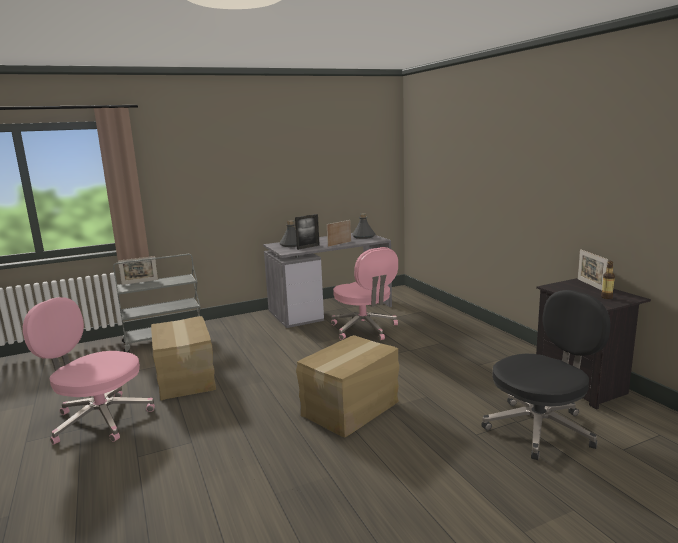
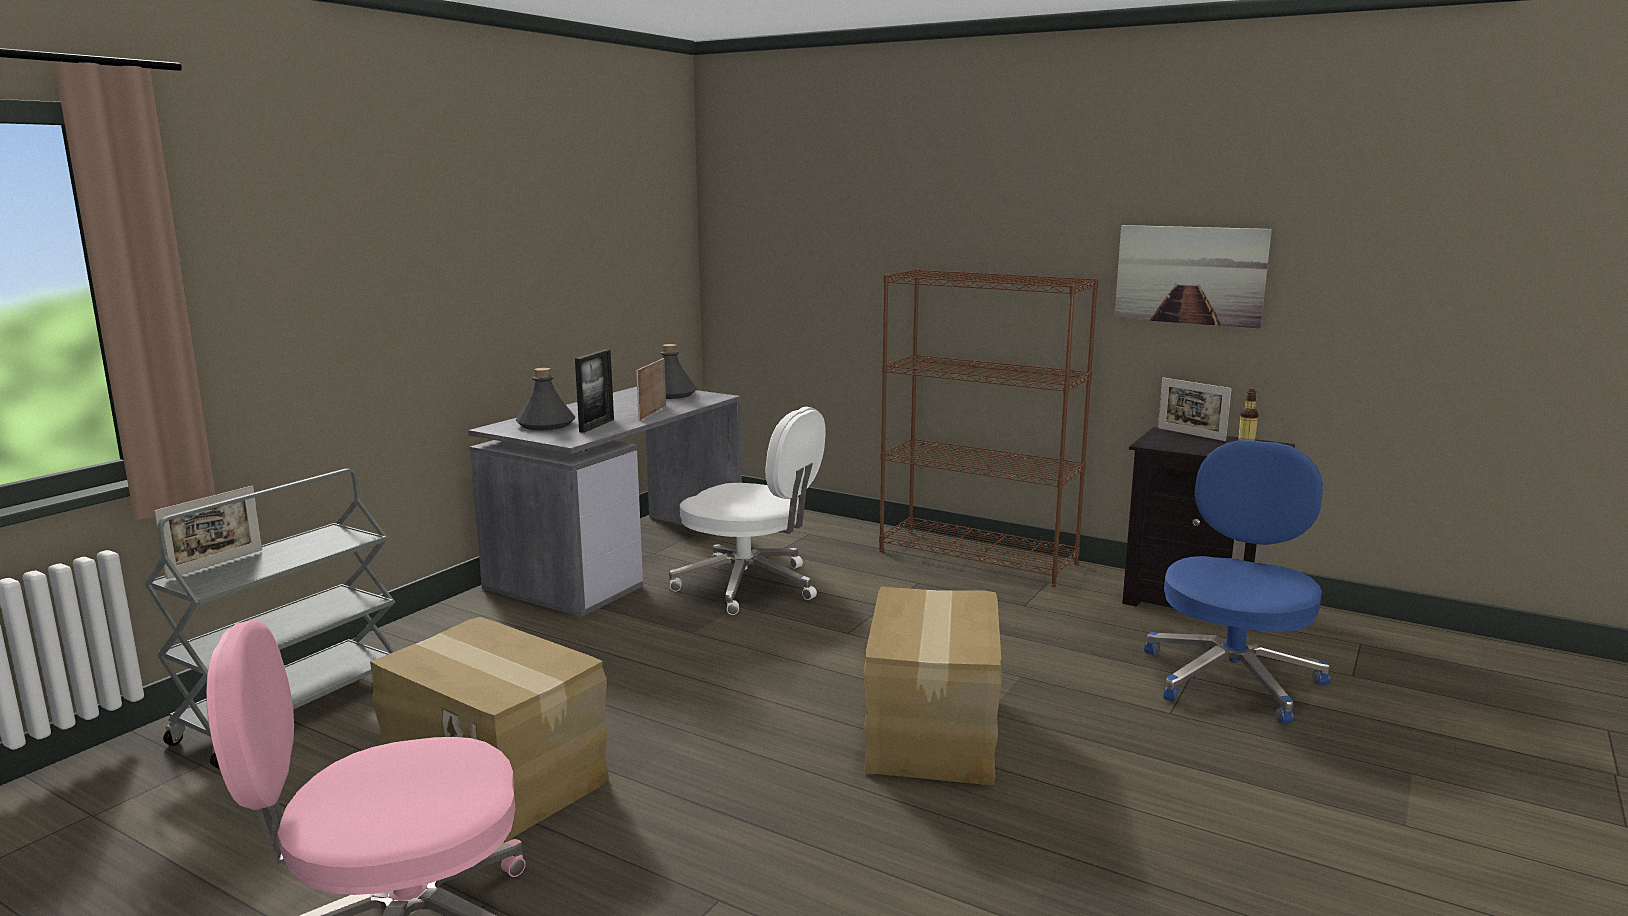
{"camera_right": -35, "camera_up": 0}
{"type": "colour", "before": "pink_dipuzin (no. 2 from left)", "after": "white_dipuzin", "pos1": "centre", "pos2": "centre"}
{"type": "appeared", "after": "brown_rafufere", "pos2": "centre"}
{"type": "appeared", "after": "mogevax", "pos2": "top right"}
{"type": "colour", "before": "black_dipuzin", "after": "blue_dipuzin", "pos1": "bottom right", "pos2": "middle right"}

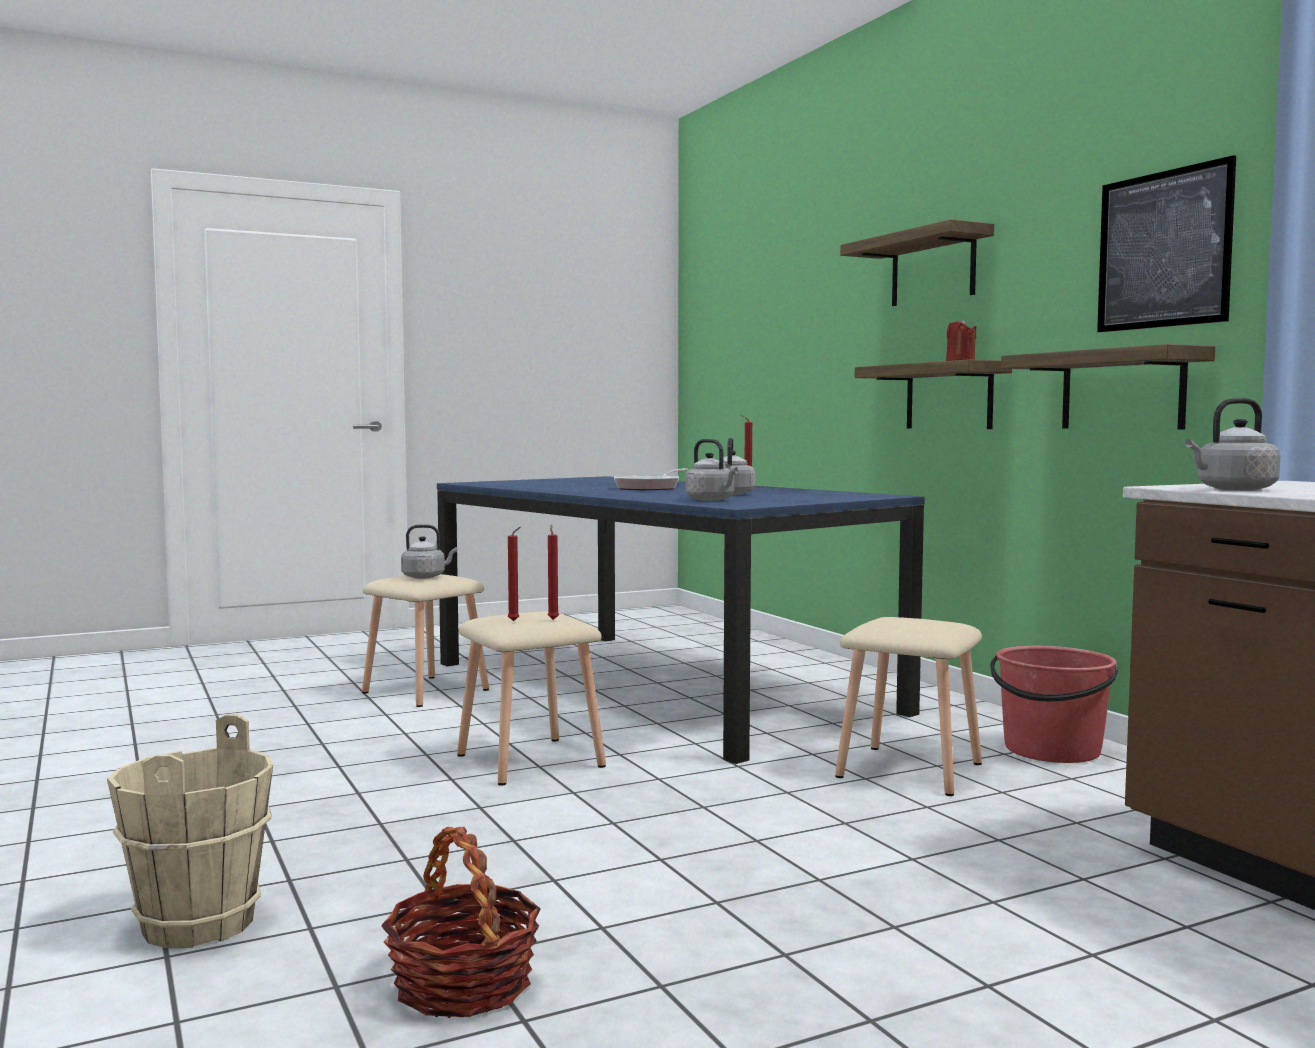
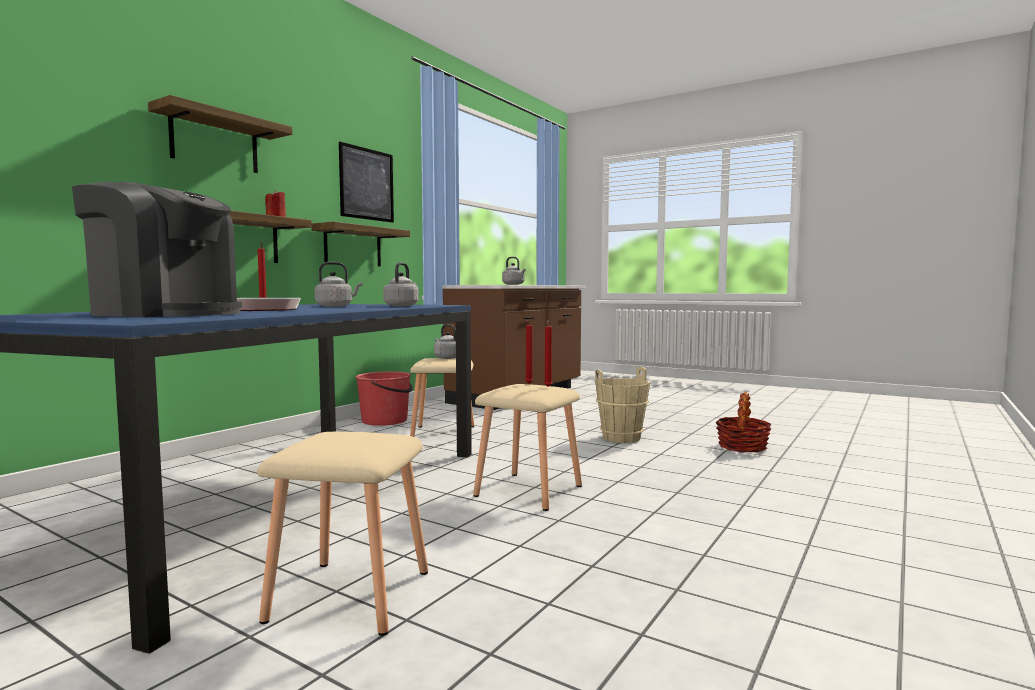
{"camera_right": -120, "camera_up": 0}
{"type": "appeared", "after": "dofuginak", "pos2": "middle left"}
{"type": "relocated", "before": "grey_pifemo (no. 1 from left in the first image)", "after": "grey_pifemo (no. 3 from left)", "pos1": "middle left", "pos2": "centre"}
{"type": "relocated", "before": "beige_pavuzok", "pos1": "bottom left", "pos2": "centre"}

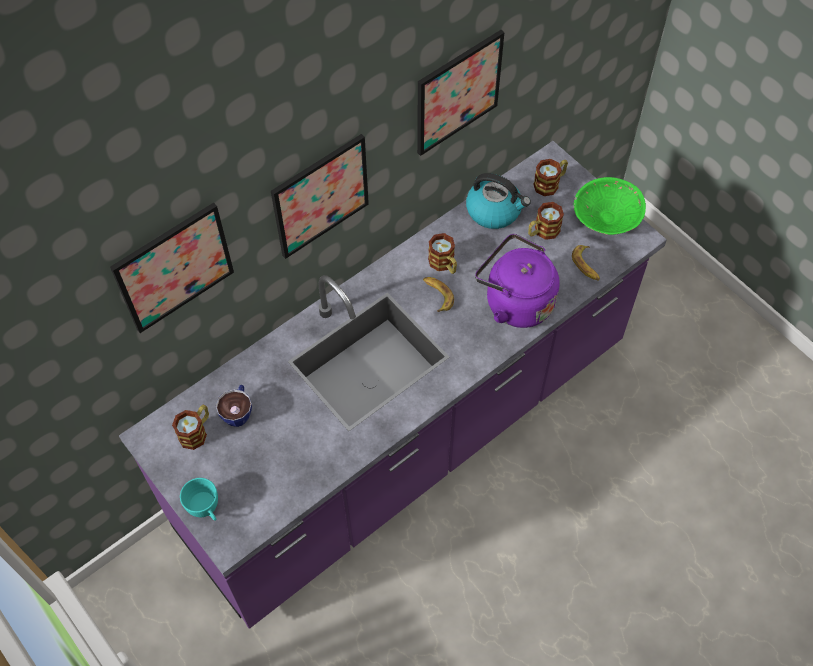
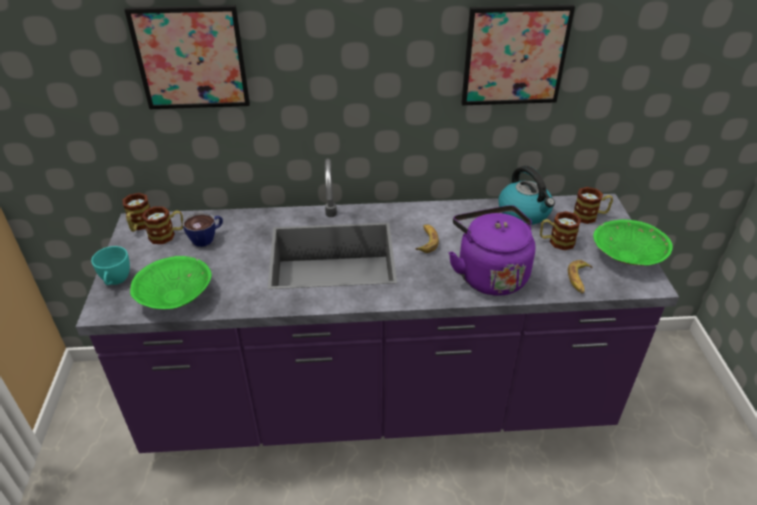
{"camera_right": 35, "camera_up": -20}
{"type": "relocated", "before": "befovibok (no. 2 from left in the first image)", "after": "befovibok (no. 1 from left)", "pos1": "centre", "pos2": "middle left"}
{"type": "appeared", "after": "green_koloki (no. 1 from left)", "pos2": "middle left"}
{"type": "missing", "before": "mogevax (no. 2 from left)", "pos1": "top centre"}

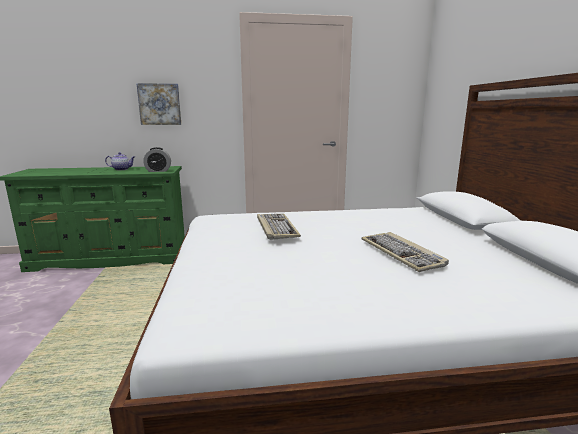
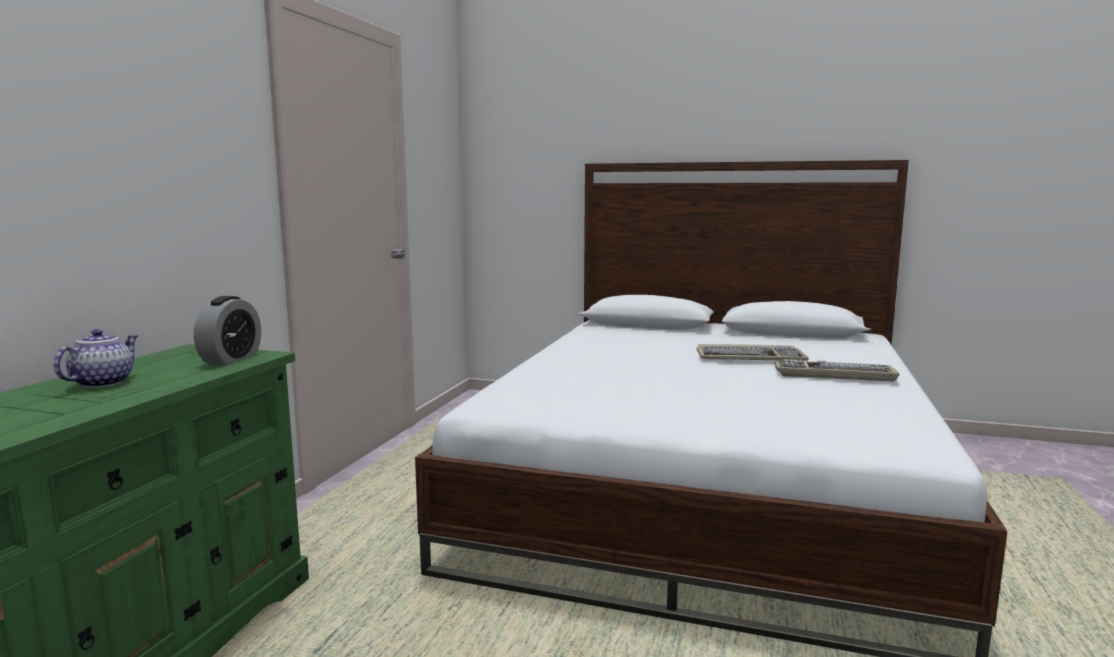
{"camera_right": -65, "camera_up": -5}
{"type": "relocated", "before": "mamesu (no. 1 from left in the first image)", "after": "mamesu (no. 2 from left)", "pos1": "centre", "pos2": "middle right"}
{"type": "missing", "before": "mogevax", "pos1": "top left"}

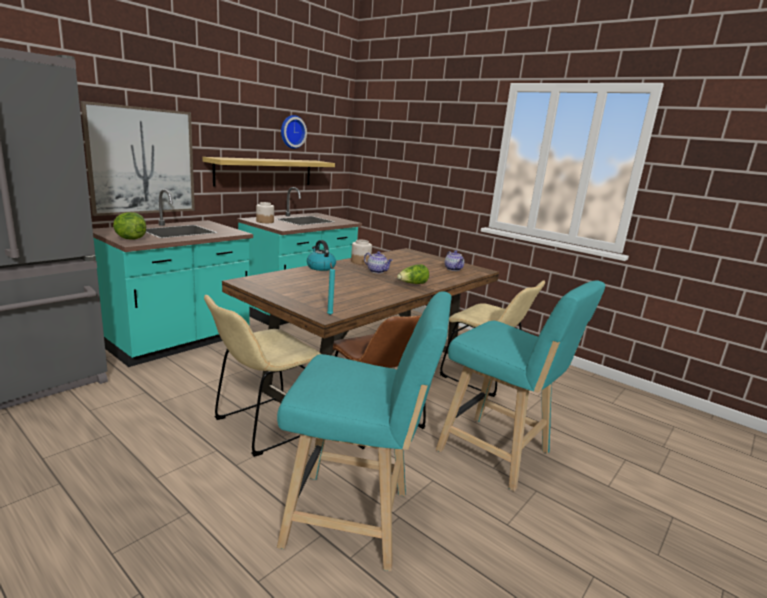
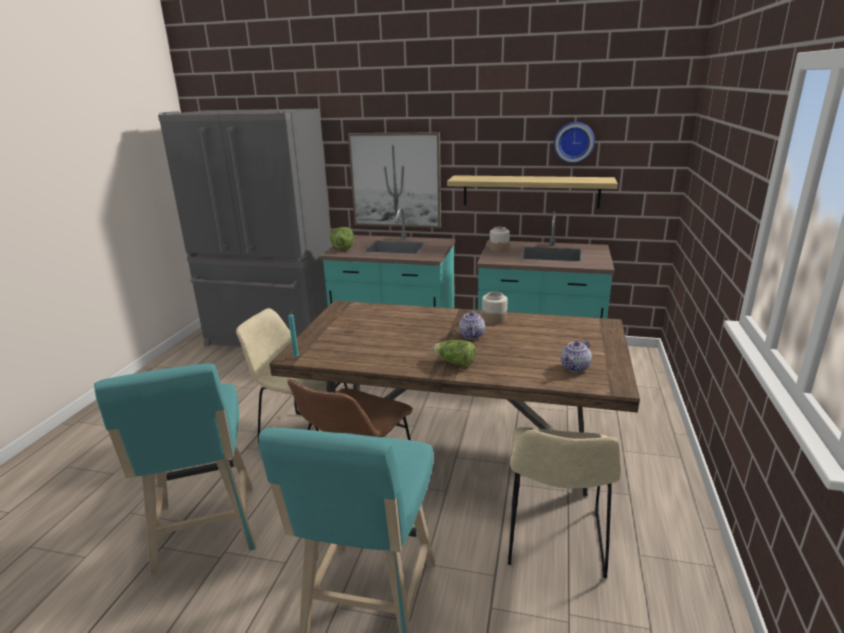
{"camera_right": 65, "camera_up": 5}
{"type": "missing", "before": "pifemo", "pos1": "centre"}

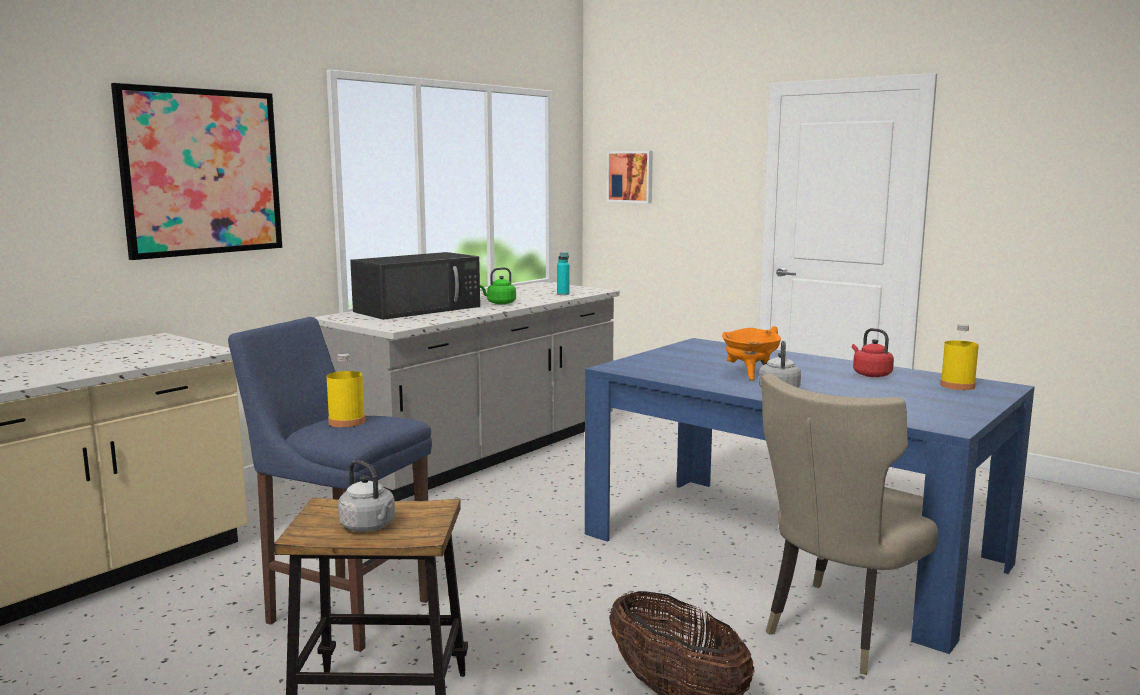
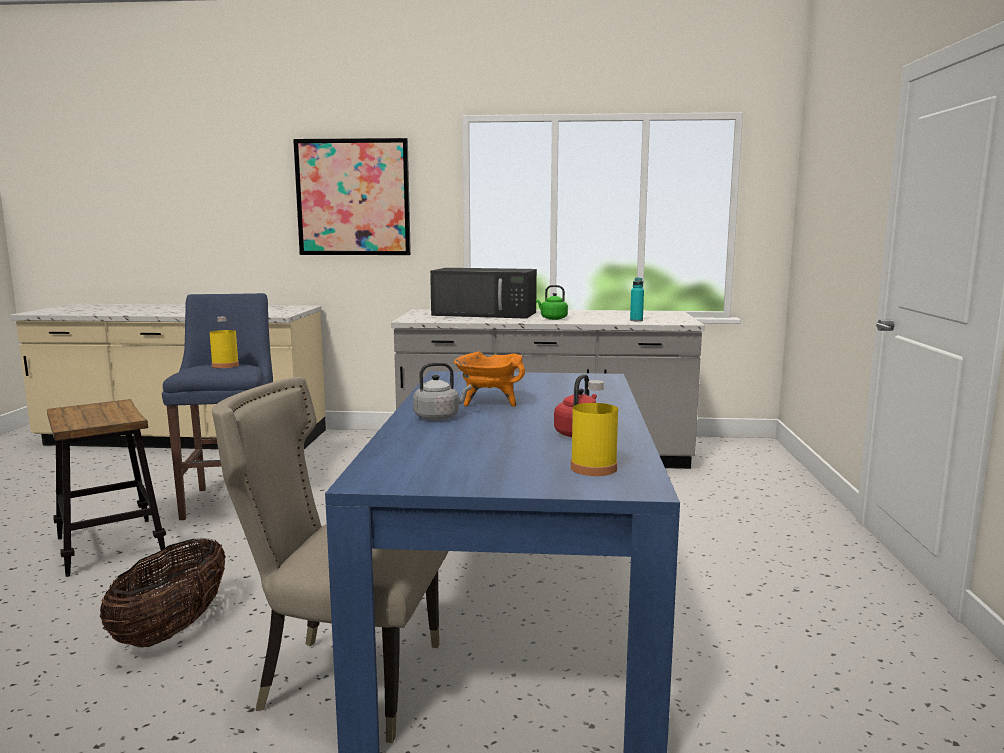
{"camera_right": 55, "camera_up": 0}
{"type": "missing", "before": "grey_pifemo (no. 1 from left)", "pos1": "bottom left"}
{"type": "missing", "before": "mogevax (no. 2 from left)", "pos1": "top centre"}

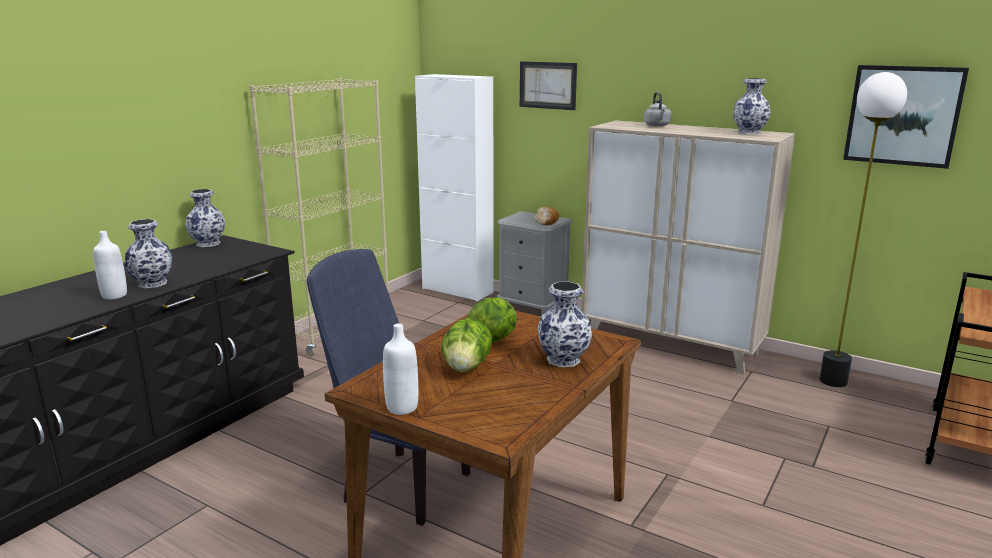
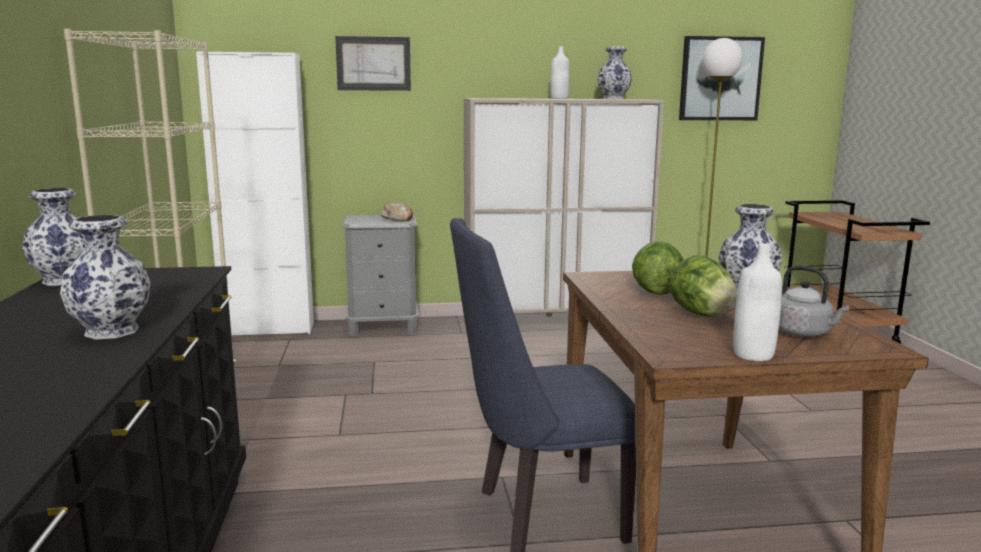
{"camera_right": -40, "camera_up": -5}
{"type": "relocated", "before": "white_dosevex (no. 1 from left)", "pos1": "middle left", "pos2": "top centre"}
{"type": "relocated", "before": "grey_pifemo", "pos1": "top centre", "pos2": "middle right"}

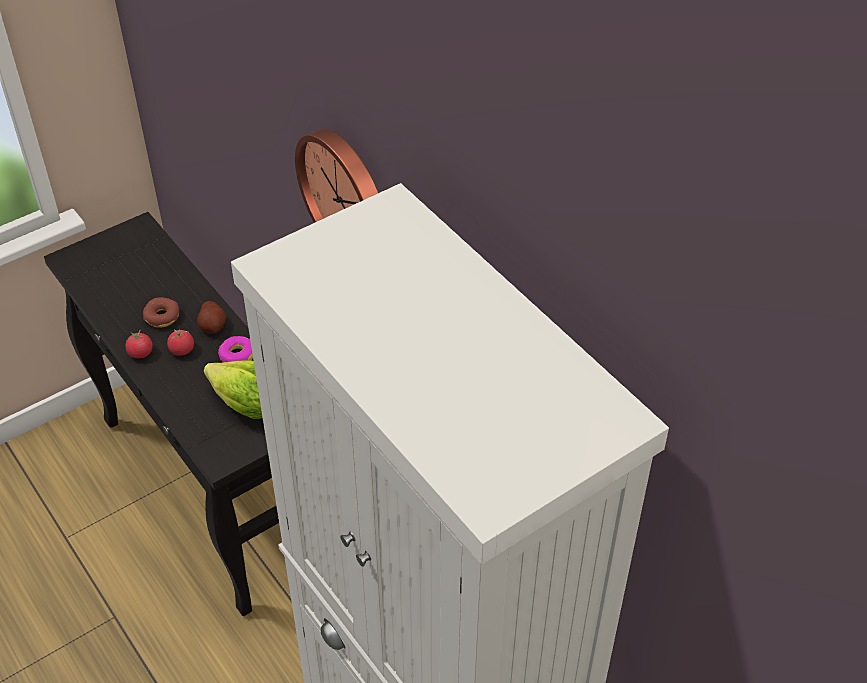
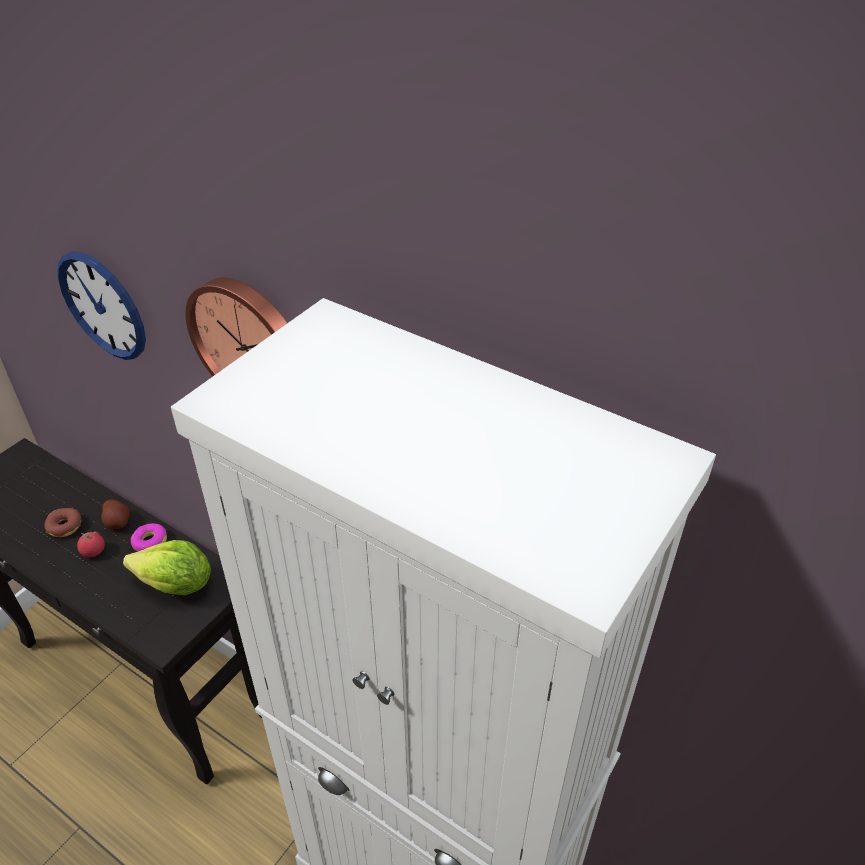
{"camera_right": -20, "camera_up": -5}
{"type": "appeared", "after": "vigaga (no. 1 from left)", "pos2": "middle left"}
{"type": "missing", "before": "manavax (no. 1 from left)", "pos1": "middle left"}

